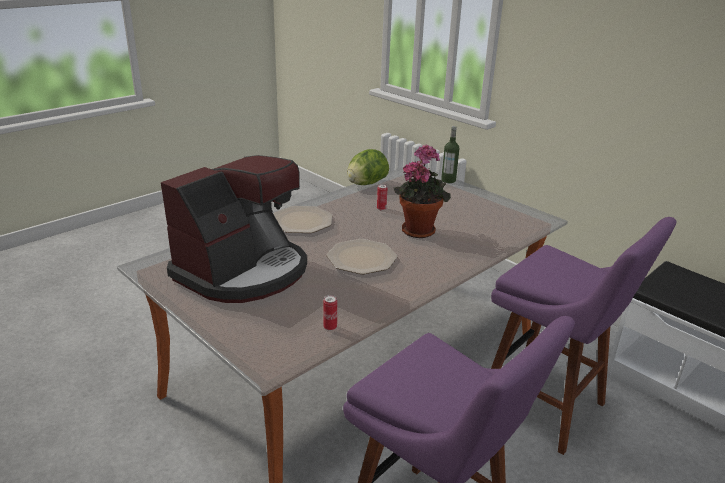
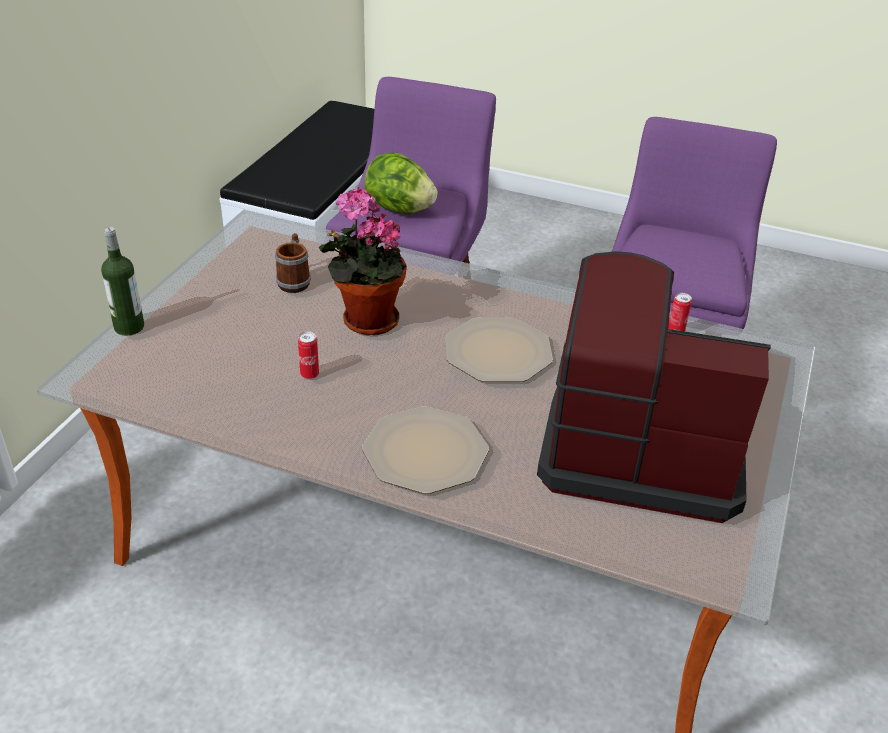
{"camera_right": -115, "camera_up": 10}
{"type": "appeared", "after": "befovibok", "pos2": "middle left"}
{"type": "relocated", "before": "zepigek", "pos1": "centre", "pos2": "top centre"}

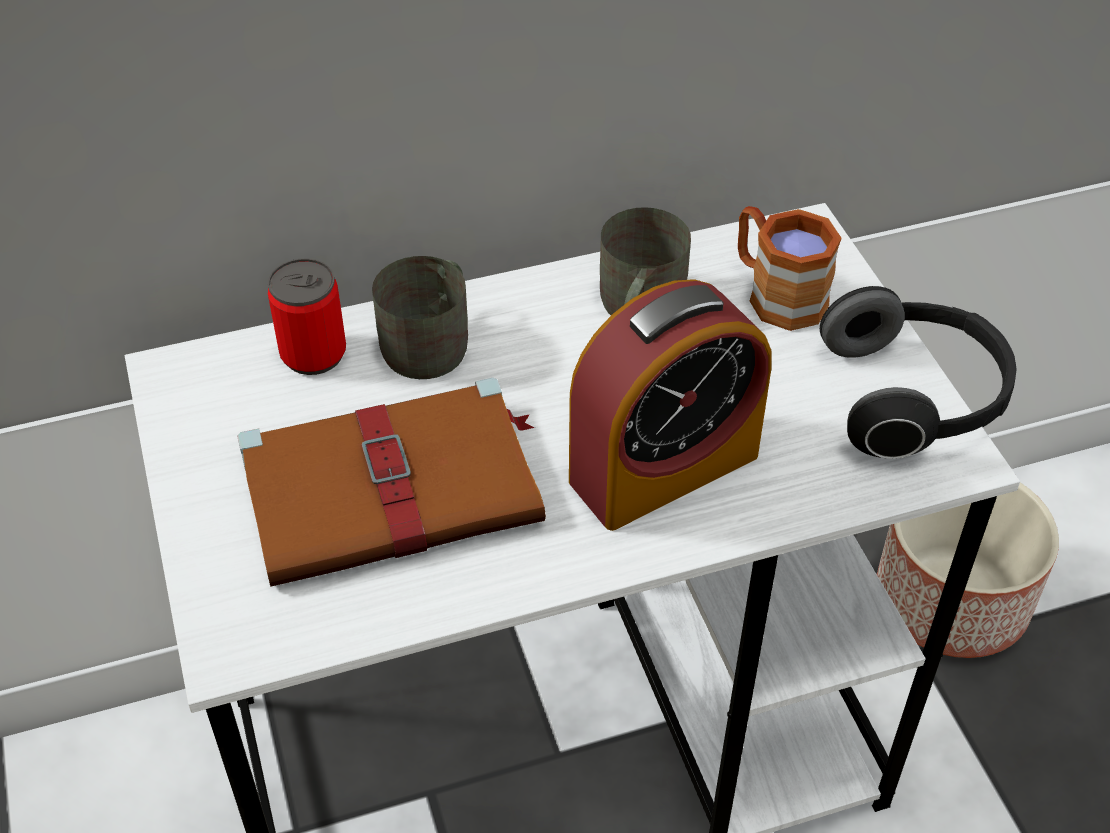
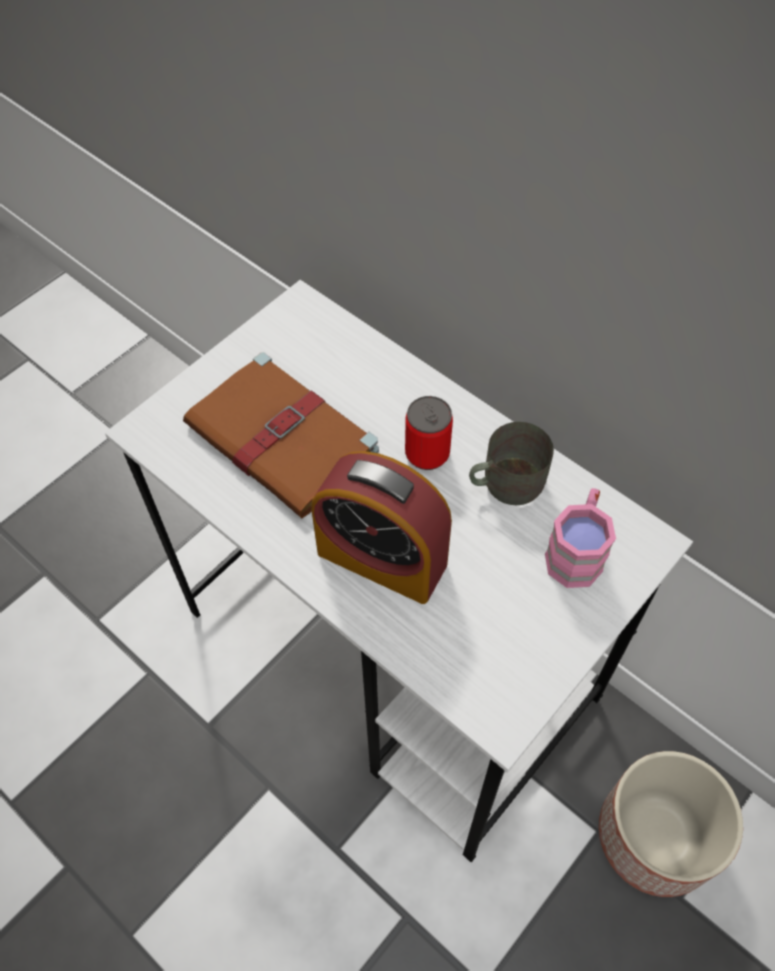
{"camera_right": 60, "camera_up": 10}
{"type": "relocated", "before": "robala", "pos1": "middle left", "pos2": "centre"}
{"type": "colour", "before": "brown_befovibok", "after": "pink_befovibok", "pos1": "top right", "pos2": "middle right"}
{"type": "missing", "before": "grey_befovibok (no. 1 from left)", "pos1": "centre"}
{"type": "missing", "before": "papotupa", "pos1": "middle right"}

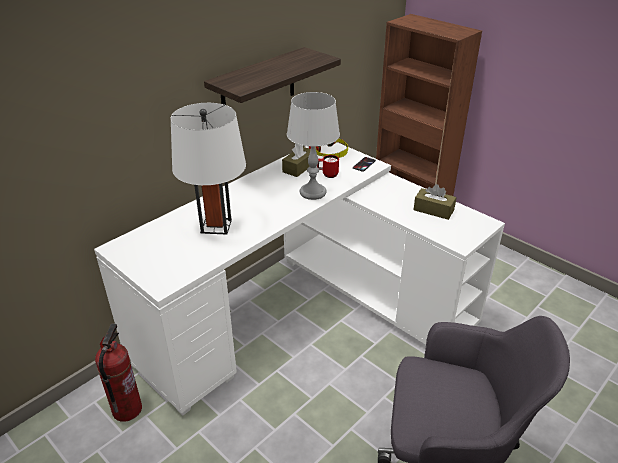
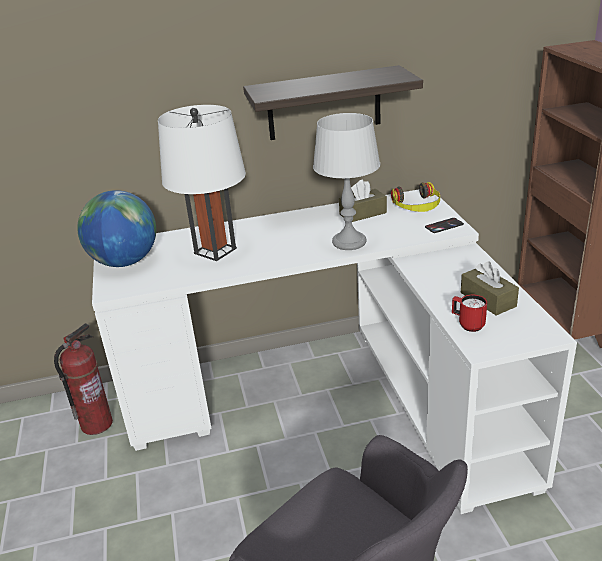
{"camera_right": 35, "camera_up": -5}
{"type": "appeared", "after": "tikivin", "pos2": "middle left"}
{"type": "relocated", "before": "red_befovibok", "pos1": "centre", "pos2": "middle right"}

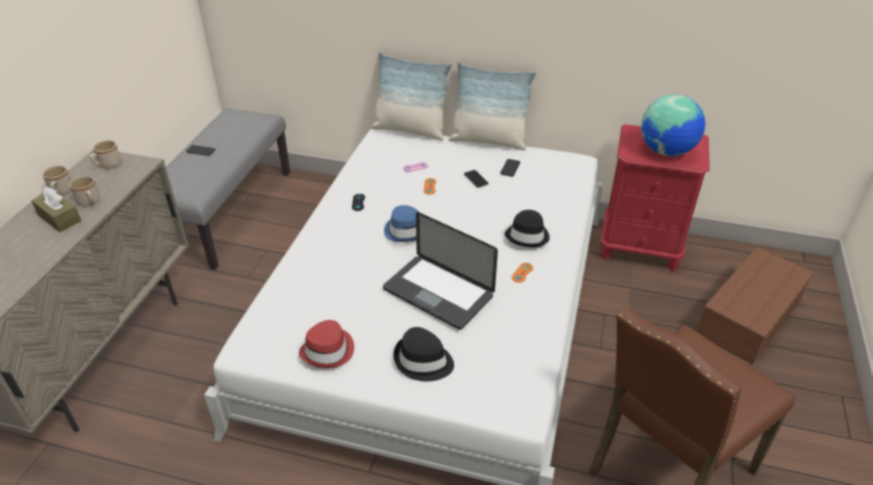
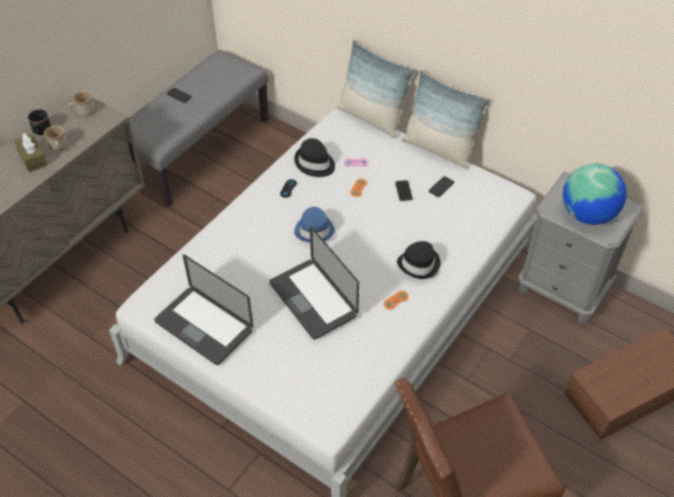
{"camera_right": 20, "camera_up": 10}
{"type": "colour", "before": "beige_befovibok (no. 1 from left)", "after": "black_befovibok", "pos1": "middle left", "pos2": "top left"}
{"type": "exchanged", "before": "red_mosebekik", "after": "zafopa (no. 1 from left)", "pos1": "bottom centre", "pos2": "middle left"}
{"type": "relocated", "before": "black_mosebekik (no. 1 from left)", "pos1": "bottom centre", "pos2": "top centre"}
{"type": "colour", "before": "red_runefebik", "after": "grey_runefebik", "pos1": "middle right", "pos2": "middle right"}

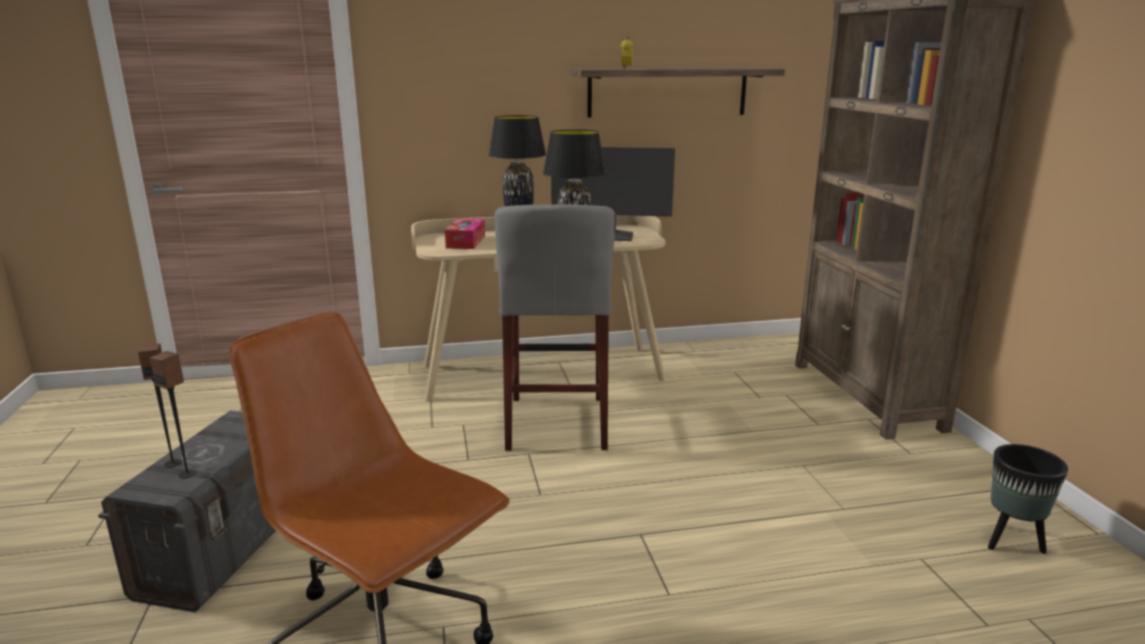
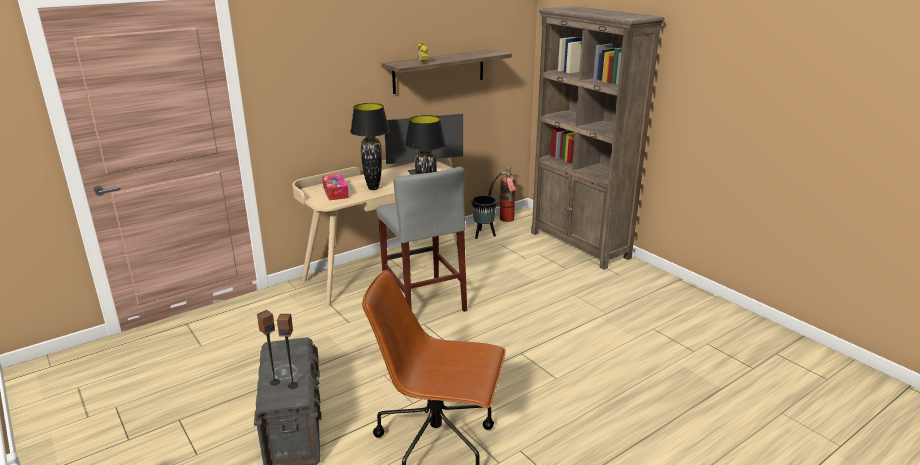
{"camera_right": -25, "camera_up": 5}
{"type": "relocated", "before": "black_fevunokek", "pos1": "bottom right", "pos2": "centre"}
{"type": "appeared", "after": "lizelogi", "pos2": "centre"}

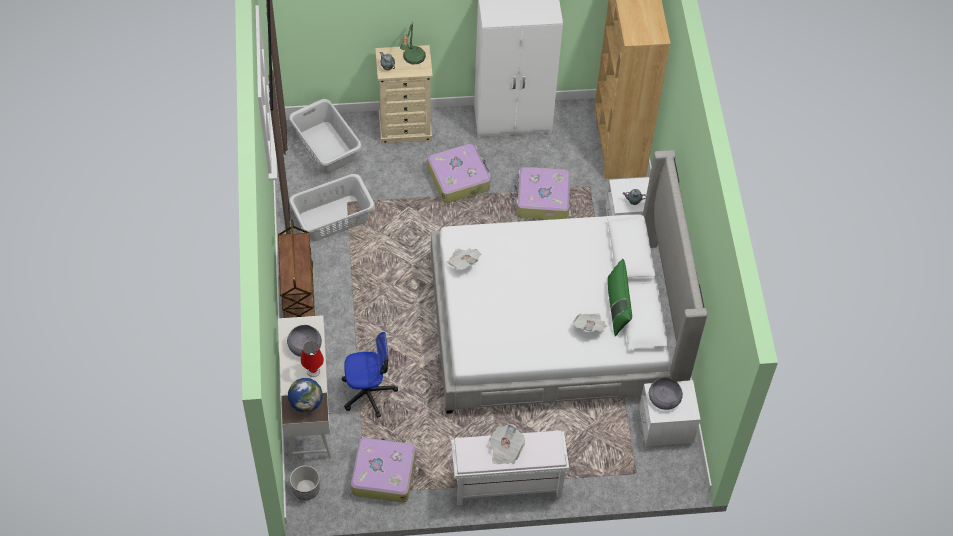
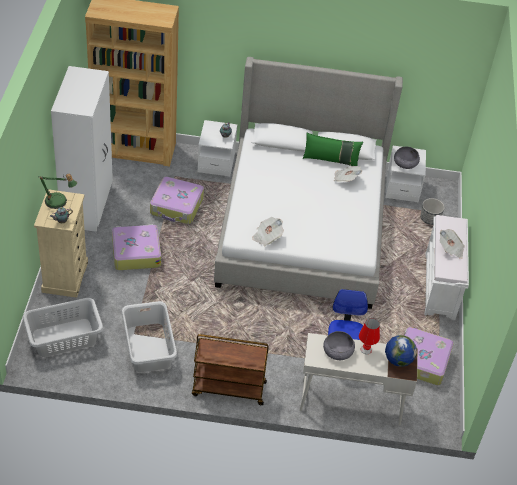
{"camera_right": -80, "camera_up": -10}
{"type": "relocated", "before": "fevunokek", "pos1": "bottom left", "pos2": "middle right"}

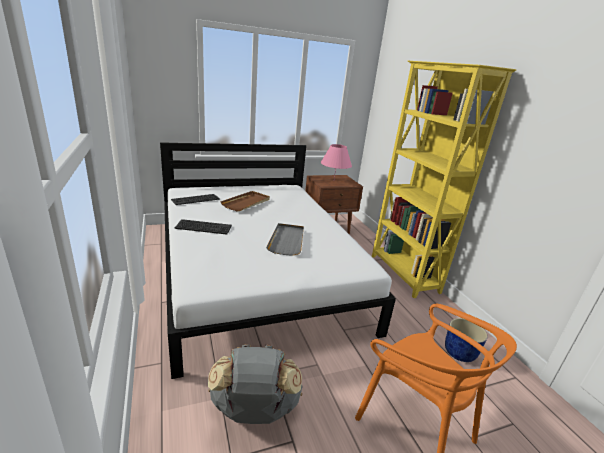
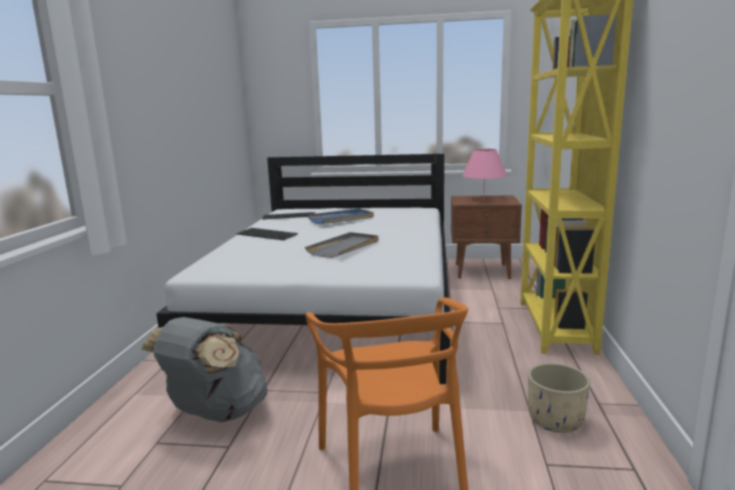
{"camera_right": 30, "camera_up": -10}
{"type": "colour", "before": "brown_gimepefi", "after": "blue_gimepefi", "pos1": "centre", "pos2": "centre"}
{"type": "colour", "before": "blue_fevunokek", "after": "beige_fevunokek", "pos1": "bottom right", "pos2": "bottom right"}

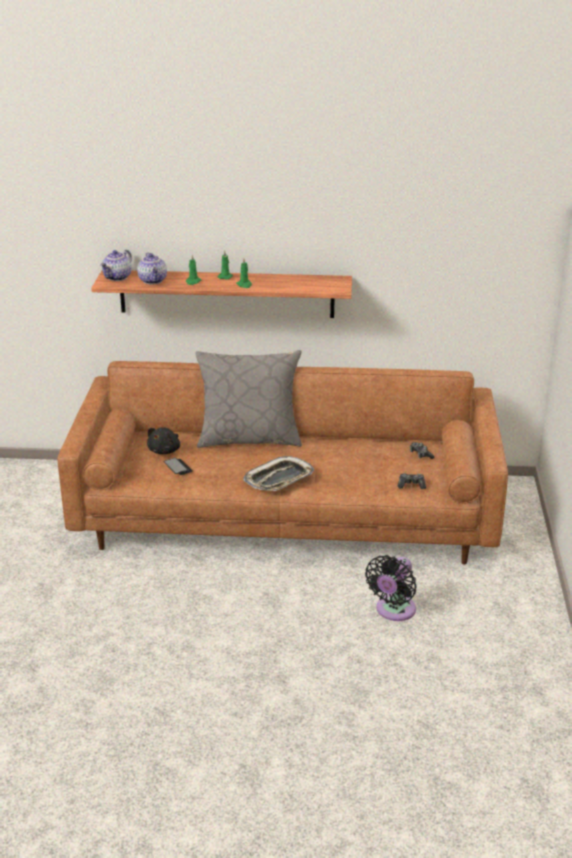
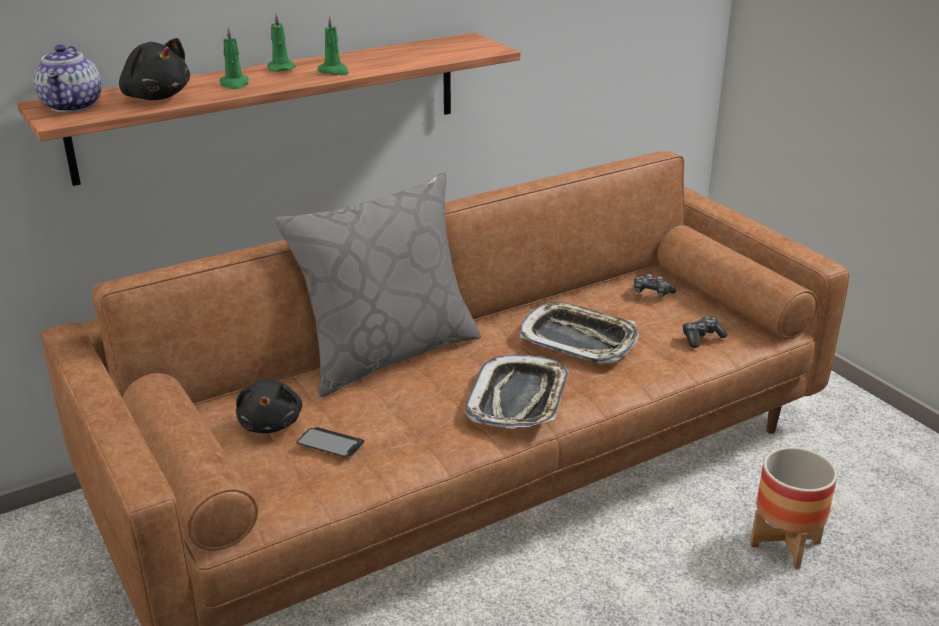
{"camera_right": -35, "camera_up": 0}
{"type": "exchanged", "before": "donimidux (no. 2 from left)", "after": "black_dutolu (no. 1 from left)", "pos1": "top left", "pos2": "top left"}
{"type": "appeared", "after": "gimepefi (no. 2 from left)", "pos2": "centre"}
{"type": "exchanged", "before": "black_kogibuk", "after": "fevunokek", "pos1": "bottom right", "pos2": "bottom right"}

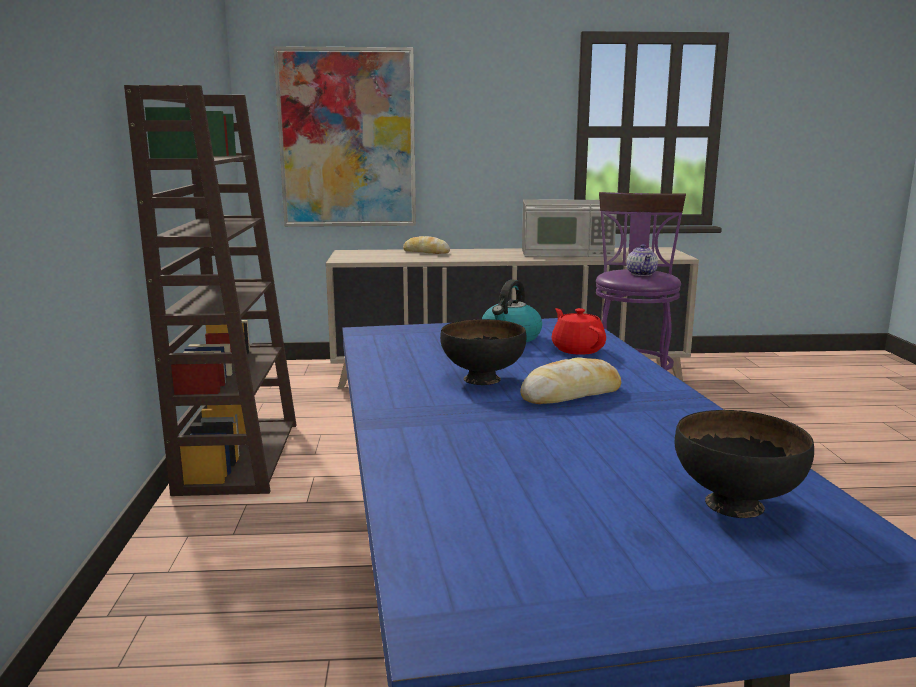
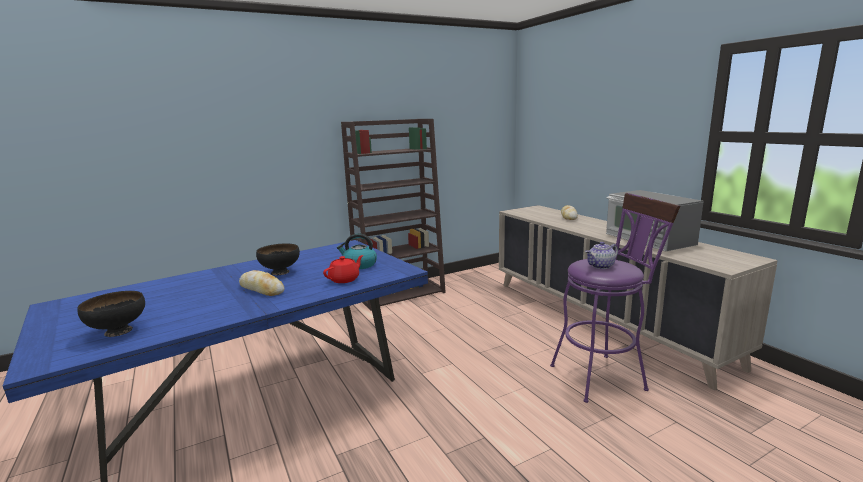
{"camera_right": 65, "camera_up": 0}
{"type": "missing", "before": "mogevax", "pos1": "top centre"}

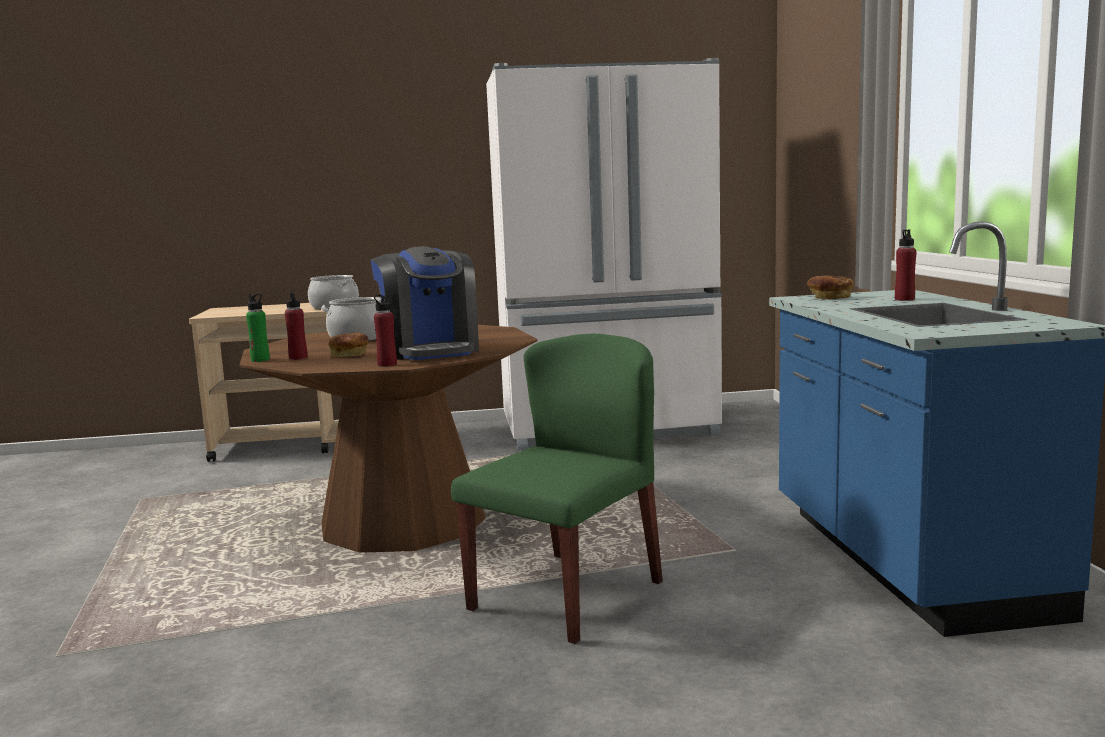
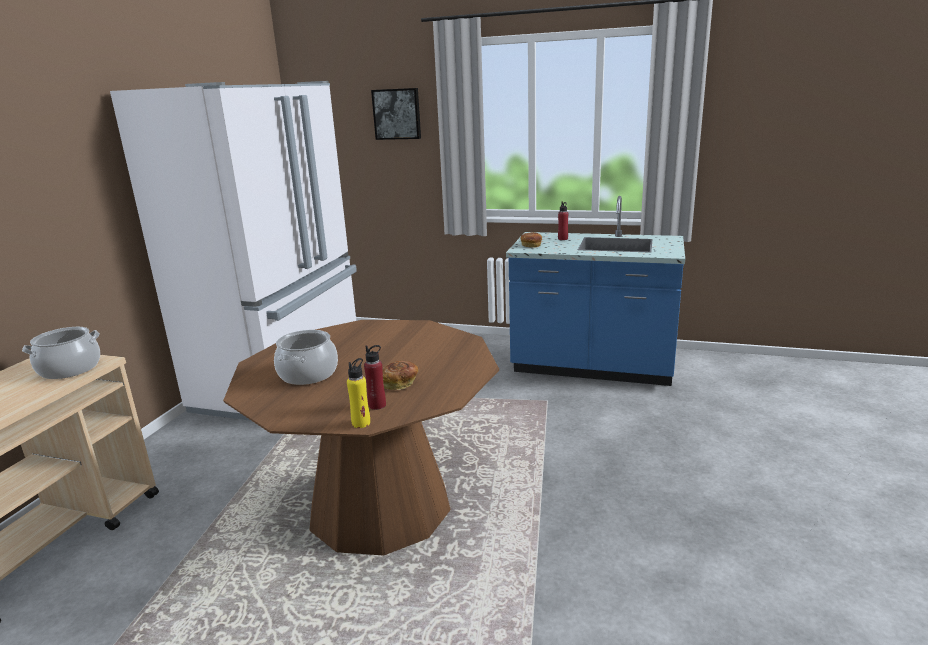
{"camera_right": -65, "camera_up": 10}
{"type": "colour", "before": "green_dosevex", "after": "yellow_dosevex", "pos1": "middle left", "pos2": "centre"}
{"type": "appeared", "after": "mogevax", "pos2": "top centre"}
{"type": "missing", "before": "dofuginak", "pos1": "centre"}
{"type": "missing", "before": "red_dosevex (no. 2 from left)", "pos1": "centre"}
{"type": "missing", "before": "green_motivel", "pos1": "centre"}

